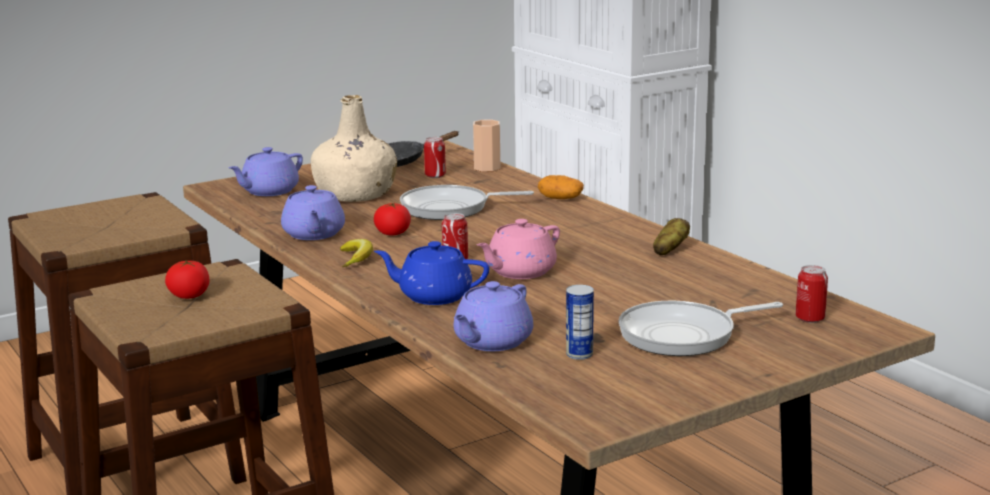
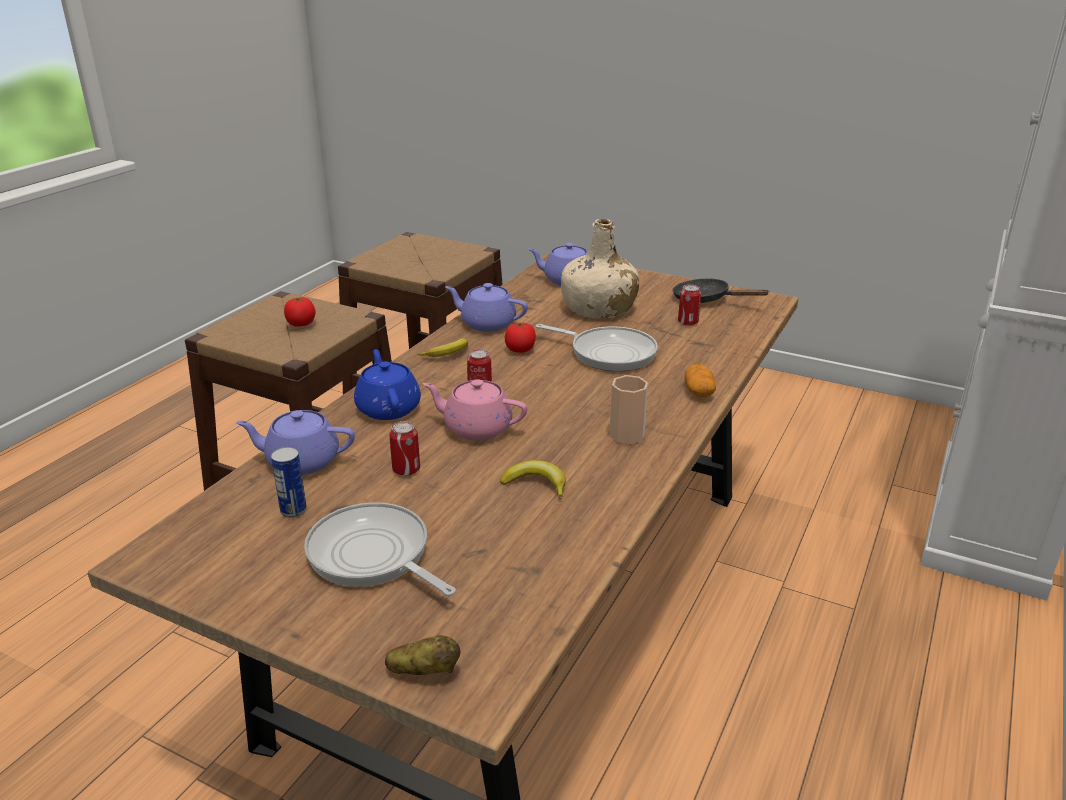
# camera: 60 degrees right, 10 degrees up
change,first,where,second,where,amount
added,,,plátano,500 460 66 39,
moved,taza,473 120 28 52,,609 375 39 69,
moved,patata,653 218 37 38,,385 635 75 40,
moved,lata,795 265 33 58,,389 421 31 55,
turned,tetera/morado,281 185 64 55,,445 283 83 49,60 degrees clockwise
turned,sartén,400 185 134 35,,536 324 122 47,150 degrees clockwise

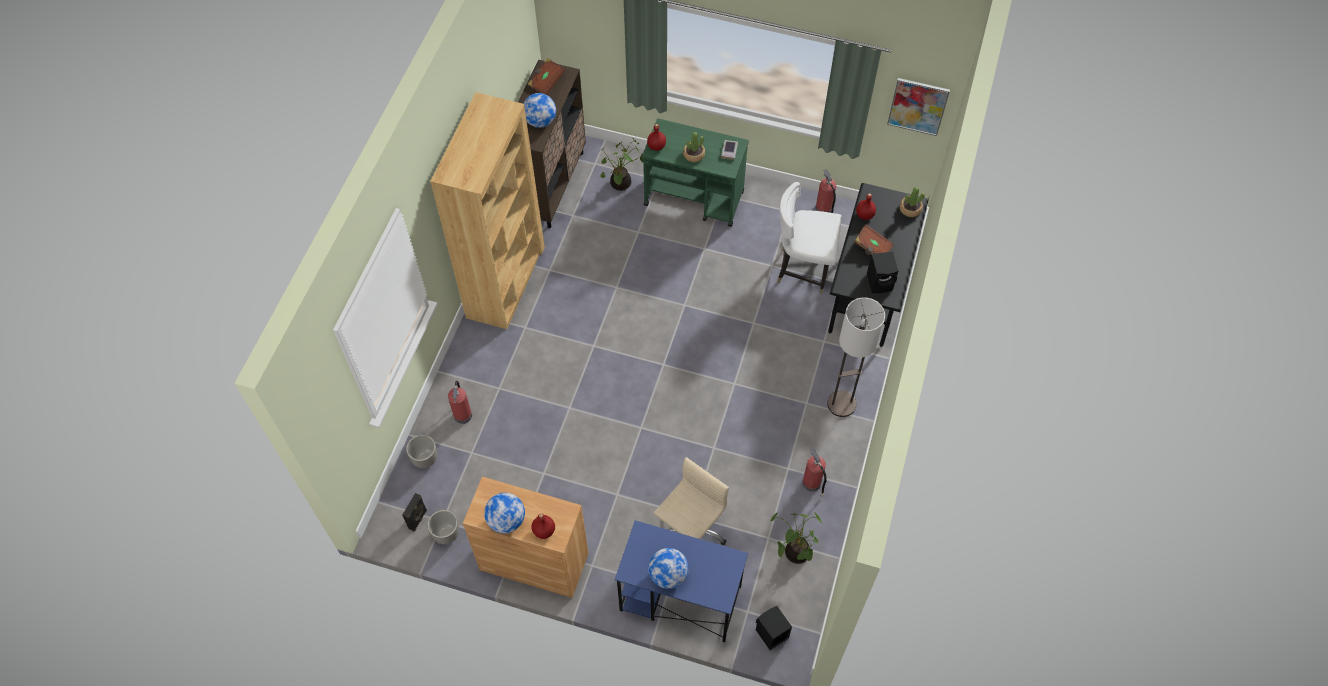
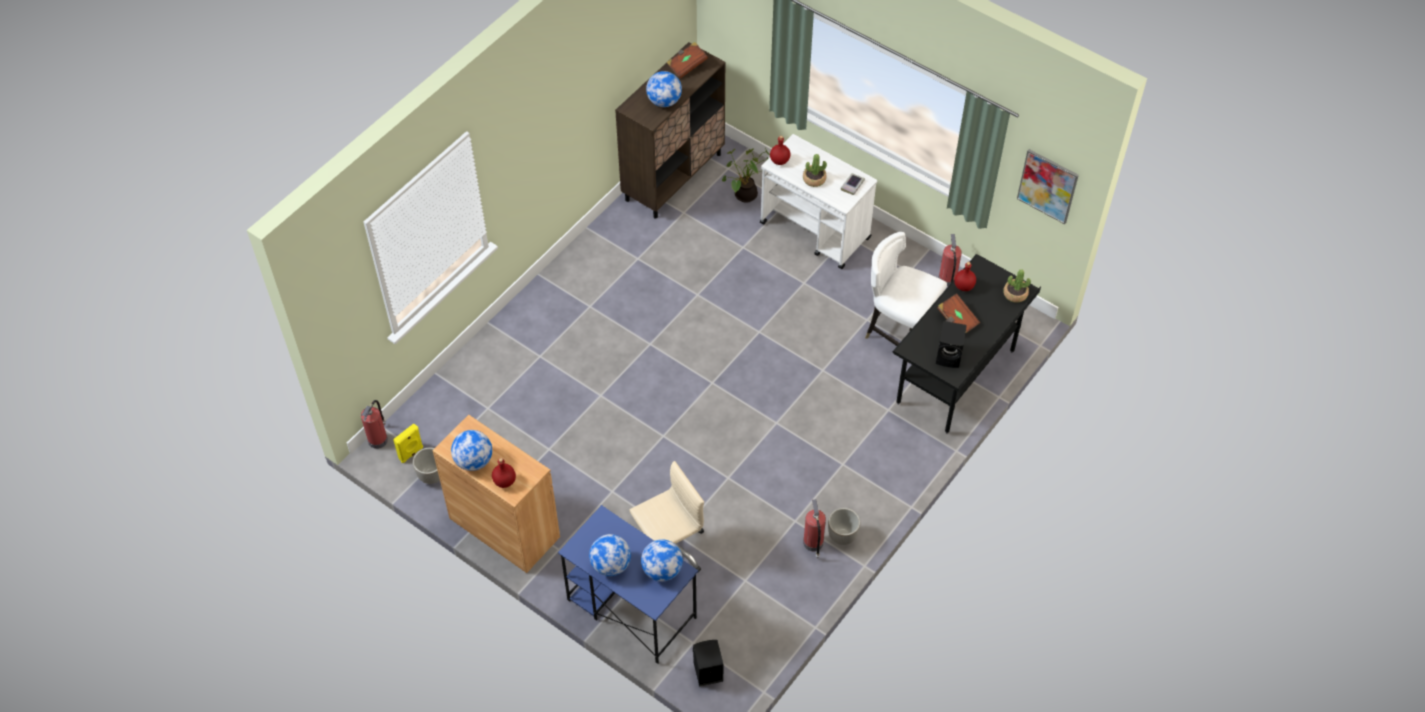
# camera: 20 degrees right, 5 degrees down
change,first,where,second,where,amount
removed,estantería/marrón,430 92 115 237,,,
removed,planta en maceta,770 512 52 52,,,
removed,lámpara de pie,827 298 58 119,,,
added,,,globo terráqueo,641 539 42 42,
moved,maceta,406 435 31 33,,828 508 32 37,
moved,extintor,448 381 24 43,,361 400 27 49,
recoloured,altavoz/negro,402 493 25 38,altavoz/amarillo,393 423 30 40,
recoloured,carrito/verde,642 119 107 108,carrito/blanco,760 134 117 135,

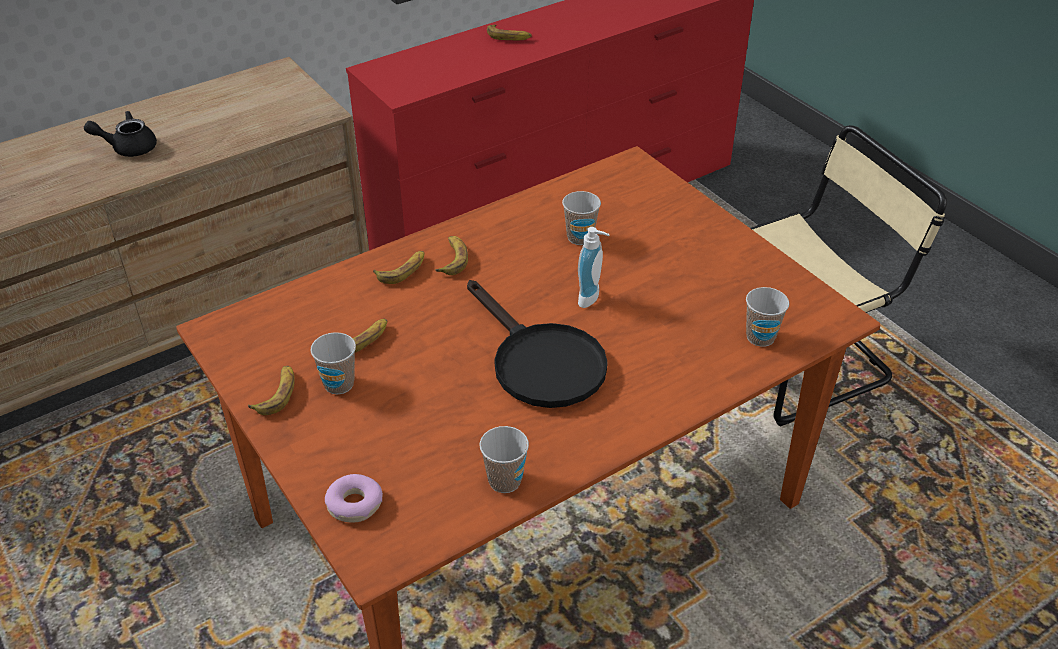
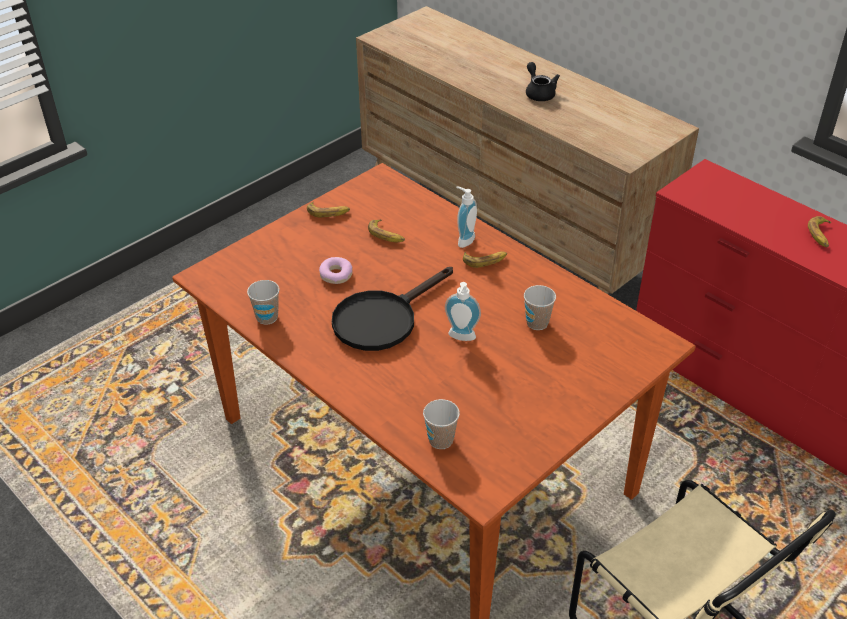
# camera: 80 degrees right, 0 degrees up
change,first,where,second,where,amount
removed,taza,311 332 45 63,,,
moved,rosquilla,325 474 58 49,,319 257 34 27,
replaced,plátano,373 251 51 33,dispensador de jabón,456 186 21 62,

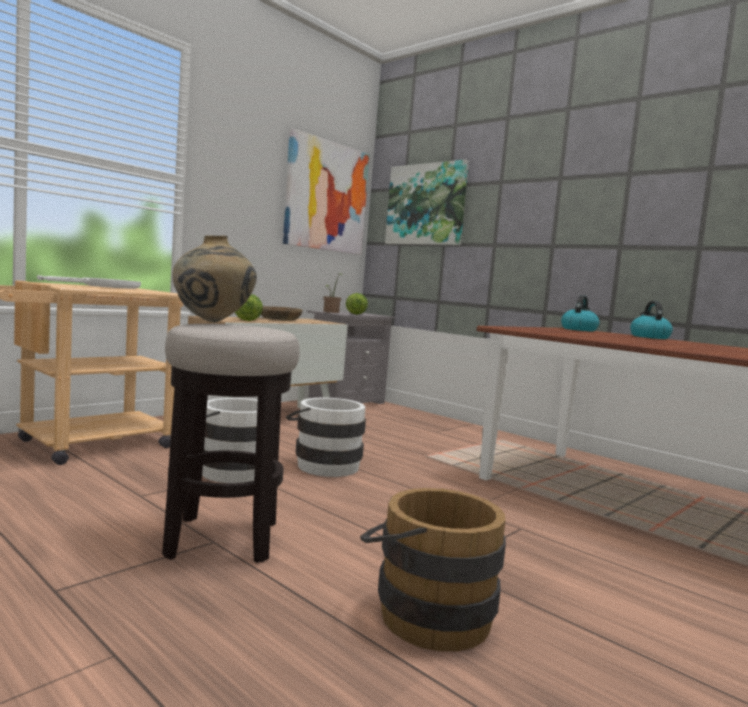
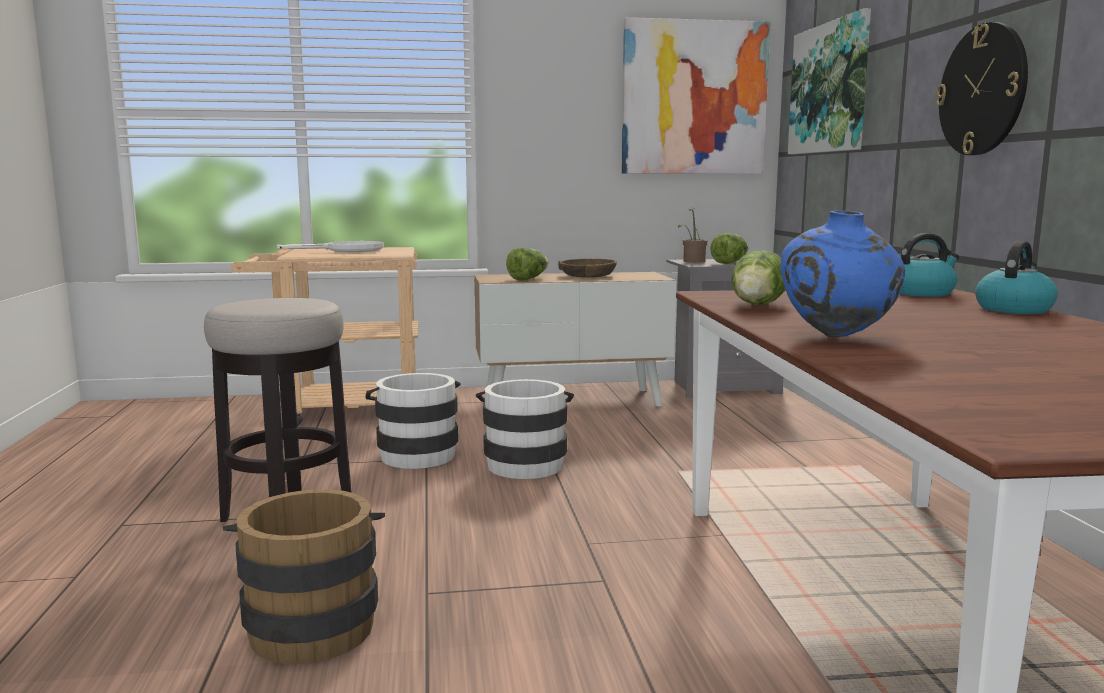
# camera: 40 degrees right, 5 degrees up
change,first,where,second,where,amount
removed,florero/beis,173 235 84 87,,,
added,,,lechuga,732 250 54 55,
added,,,florero/azul,780 211 125 126,
added,,,reloj de pared,936 22 92 133,

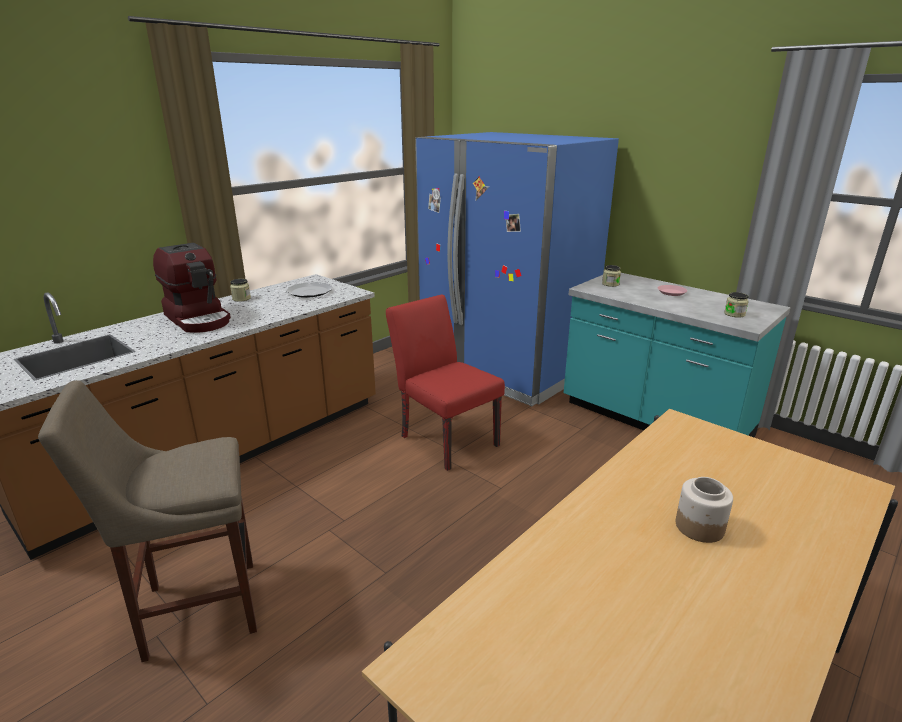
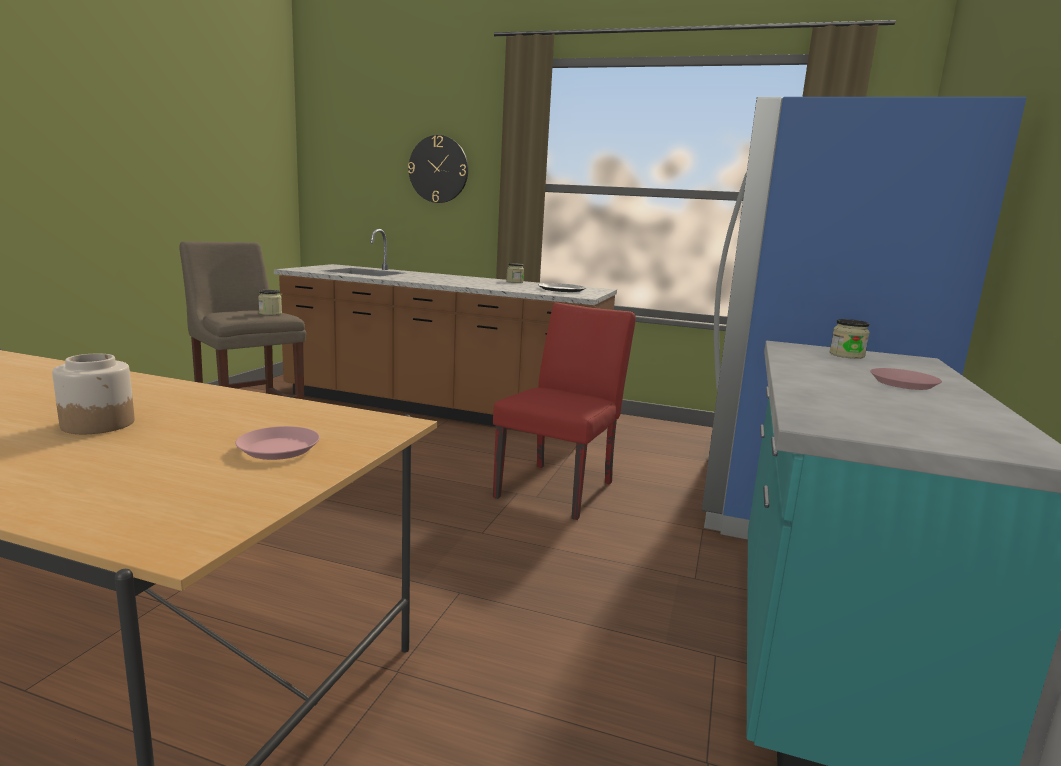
# camera: 65 degrees right, 10 degrees down
change,first,where,second,where,amount
removed,cafetera,153 243 78 90,,,
added,,,plato/rosa,235 426 85 34,
added,,,reloj de pared,408 135 60 68,
moved,tarro,724 292 25 26,,258 290 24 25,

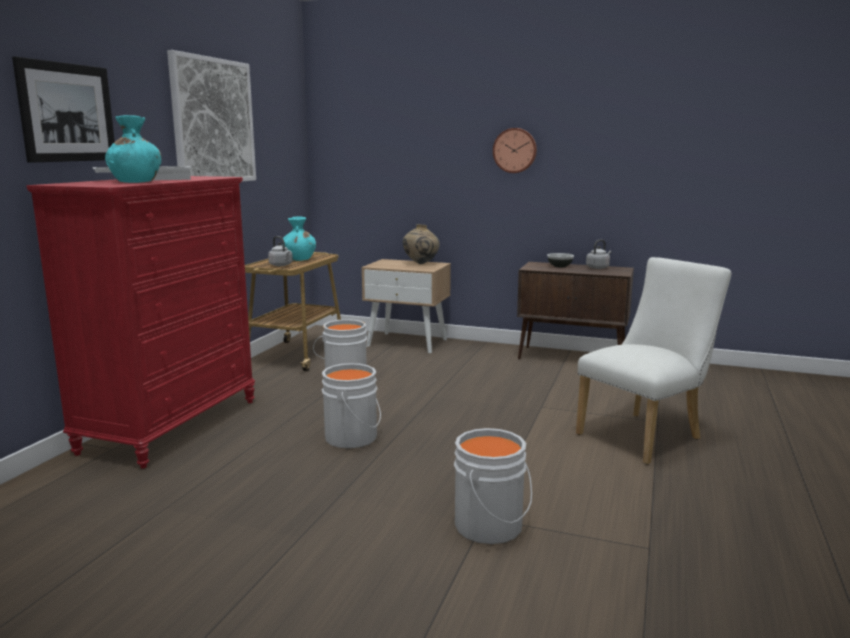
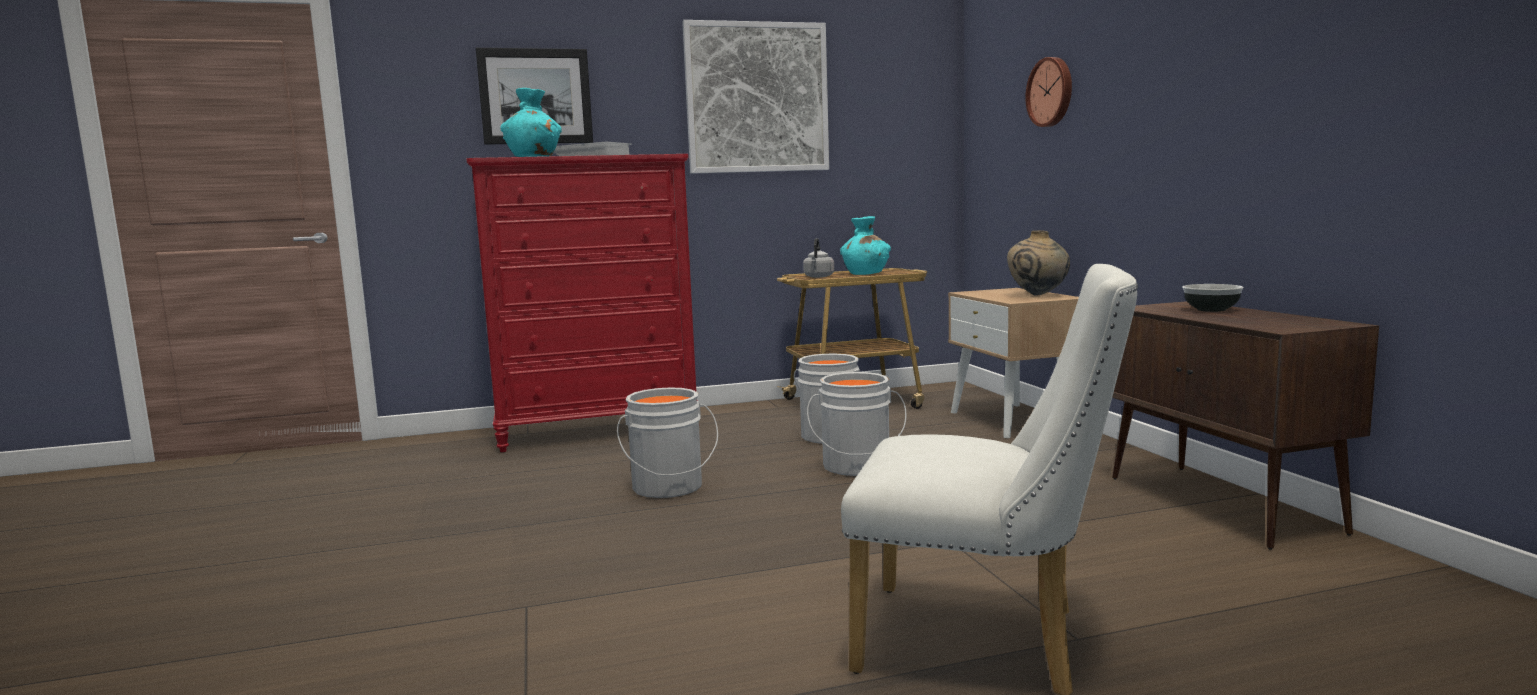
# camera: 55 degrees right, 5 degrees down
change,first,where,second,where,amount
removed,hervidor/gris,586 239 25 30,,,
moved,cubo/gris,454 428 78 116,,807 372 100 104,
moved,reloj de pared,493 128 44 45,,1025 57 47 70,

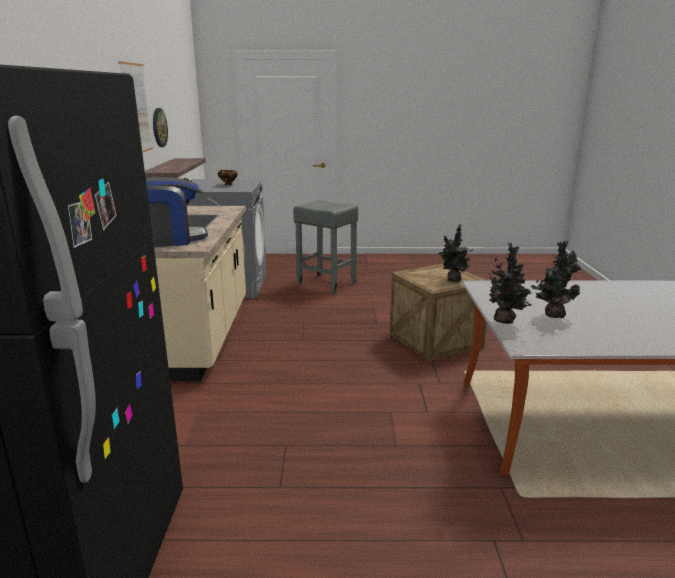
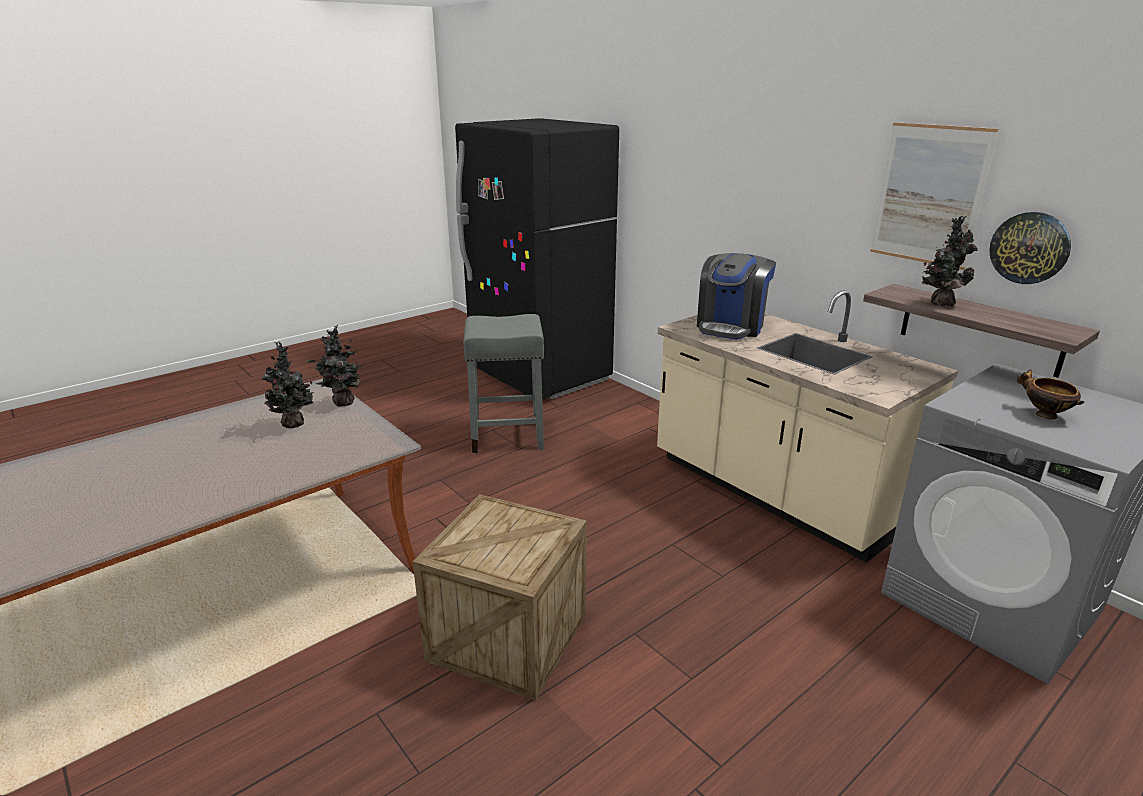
# camera: 140 degrees right, 5 degrees up
change,first,where,second,where,amount
moved,taburete/gris,293 200 65 94,,463 314 81 139,
moved,planta en maceta,438 224 35 58,,922 215 56 91,

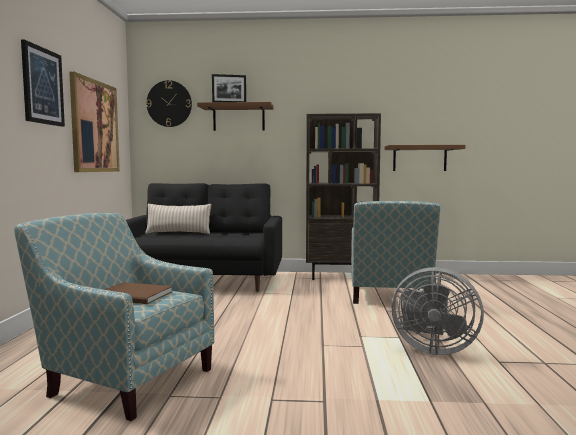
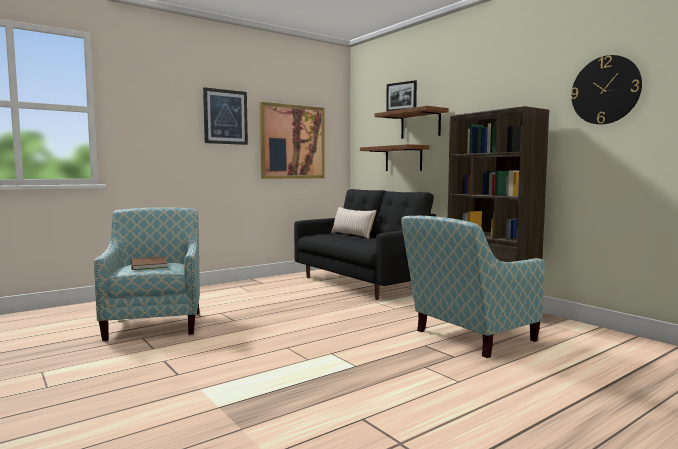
# camera: 50 degrees right, 0 degrees up
change,first,where,second,where,amount
removed,ventilador/gris,392 267 92 88,,,
moved,reloj de pared,146 80 46 47,,571 55 71 69,
moved,estante/marrón,384 145 81 26,,360 144 69 27,

